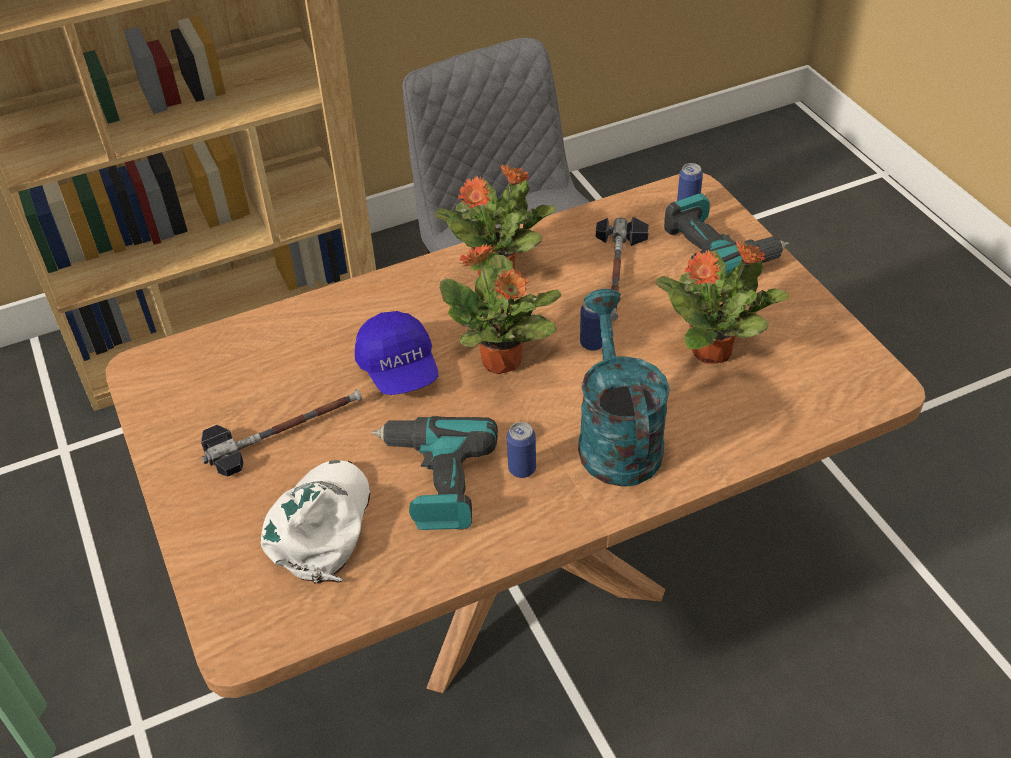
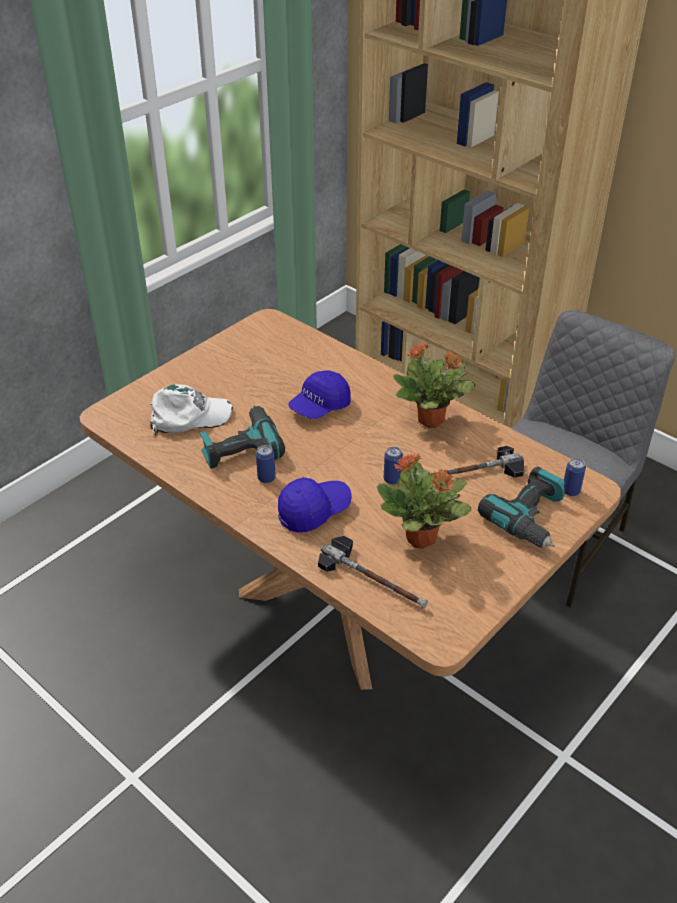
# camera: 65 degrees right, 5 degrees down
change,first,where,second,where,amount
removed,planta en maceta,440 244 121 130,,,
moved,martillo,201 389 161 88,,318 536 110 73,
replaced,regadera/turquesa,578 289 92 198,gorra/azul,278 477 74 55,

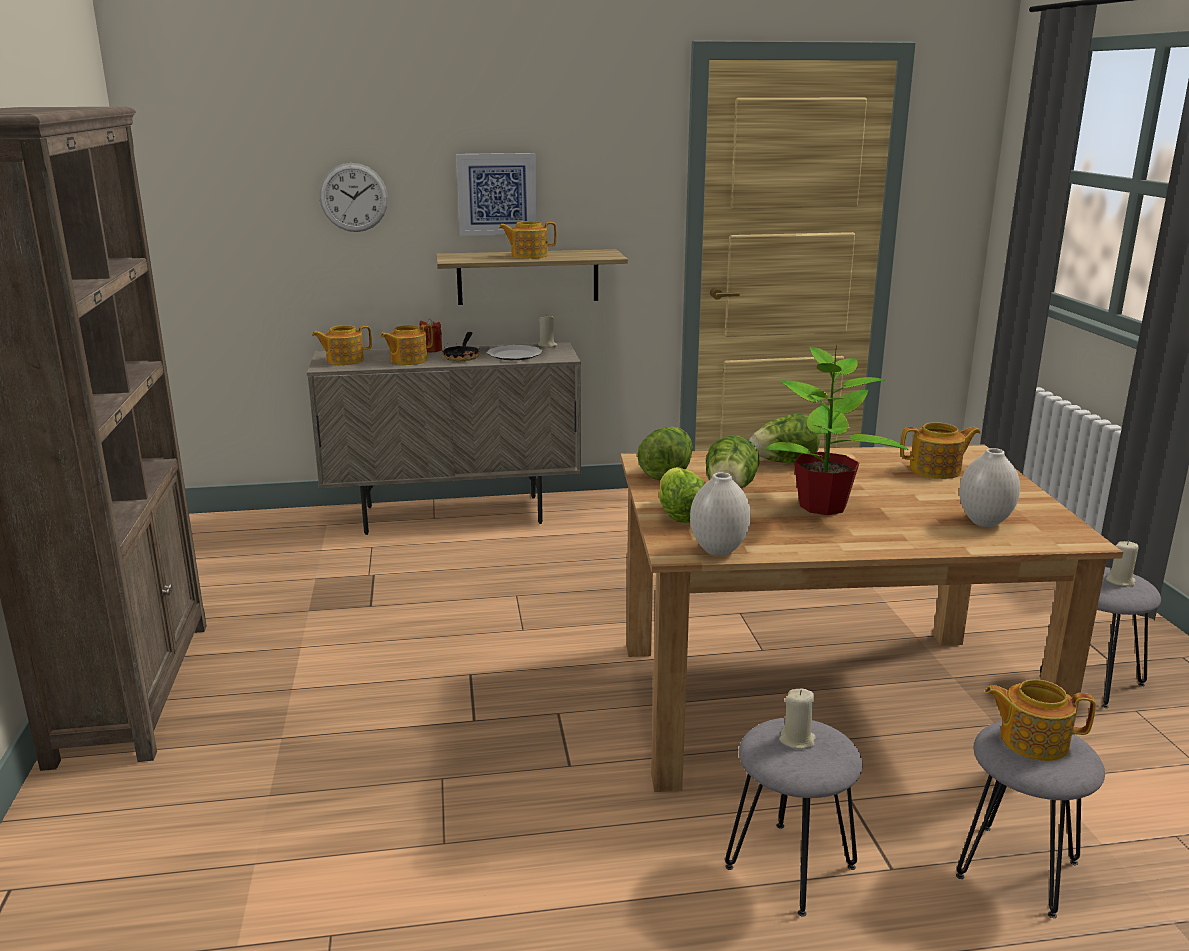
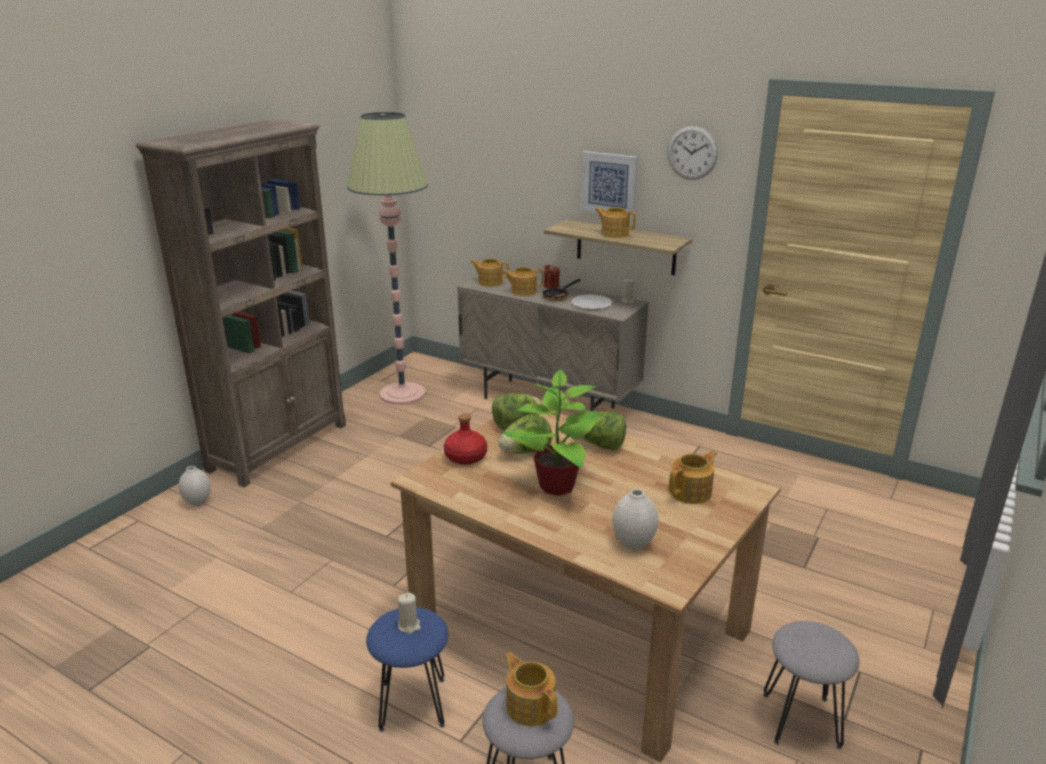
# camera: 40 degrees right, 5 degrees up
change,first,where,second,where,amount
removed,vela/beis,1106 541 32 46,,,
added,,,lámpara de pie,347 112 81 293,
moved,reloj de pared,319 163 69 69,,667 126 51 54,
moved,florero/blanco,690 472 61 84,,179 466 32 40,
replaced,lechuga,659 467 46 56,botella/rojo,444 414 43 51,
recoloured,taburete/gris,725 718 137 198,taburete/azul,366 607 82 125,
turned,tetera,900 423 81 56,,669 451 48 53,75 degrees counterclockwise

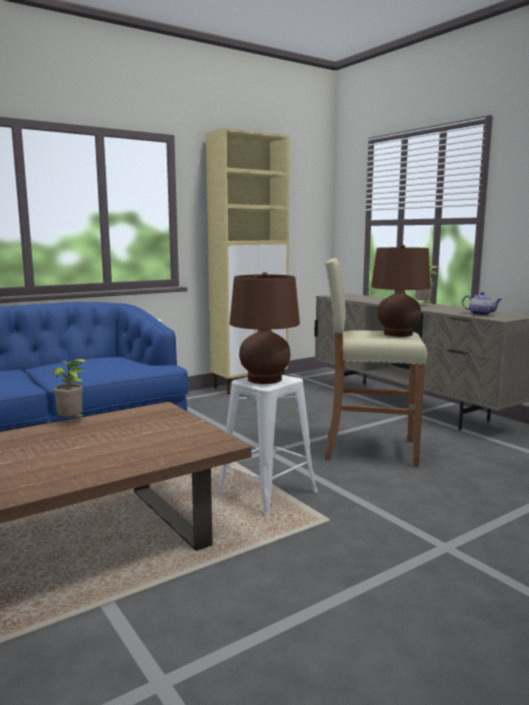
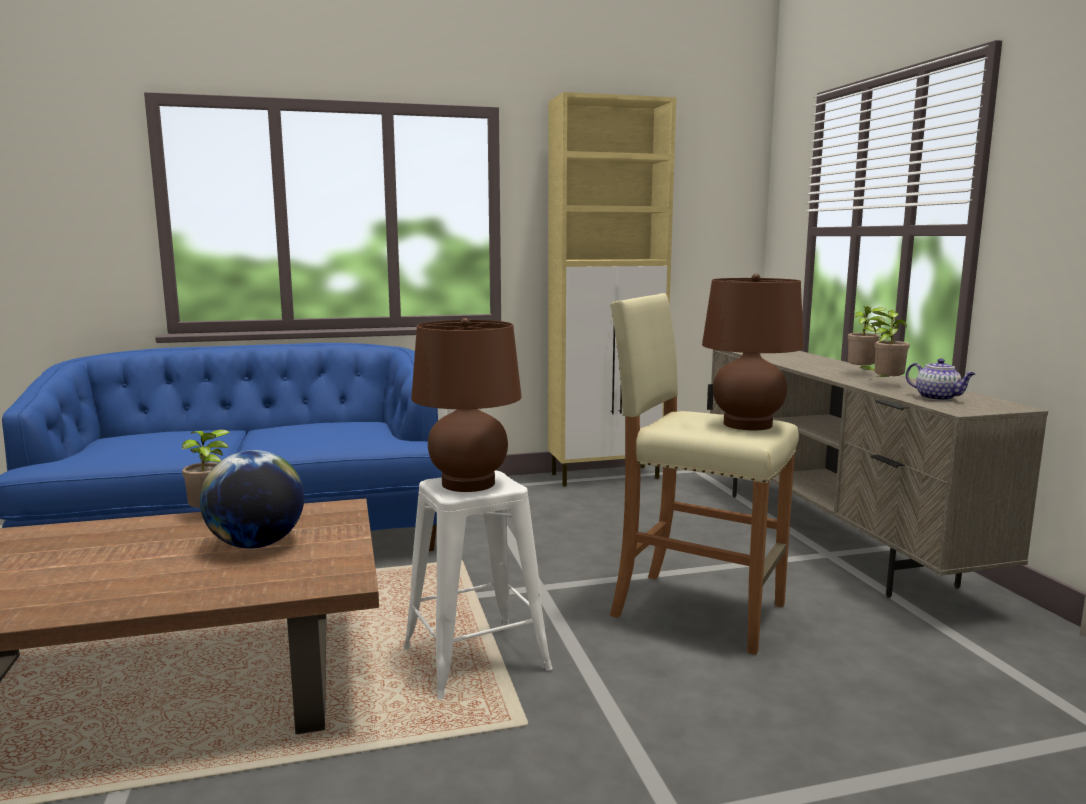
# camera: 20 degrees right, 0 degrees up
change,first,where,second,where,amount
added,,,globo terráqueo,200 450 104 99,
added,,,planta en maceta,870 310 40 70,

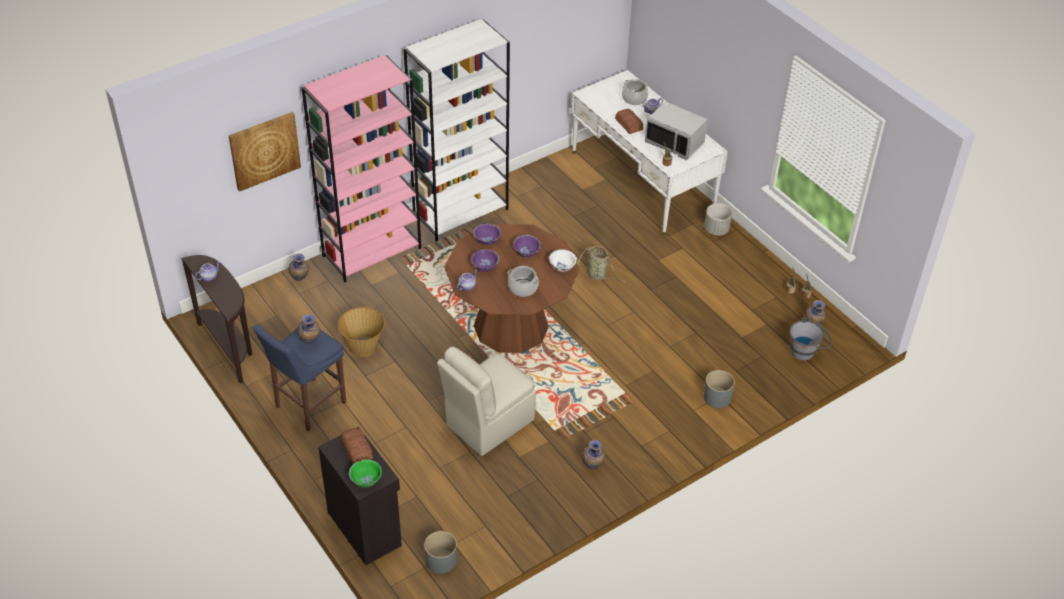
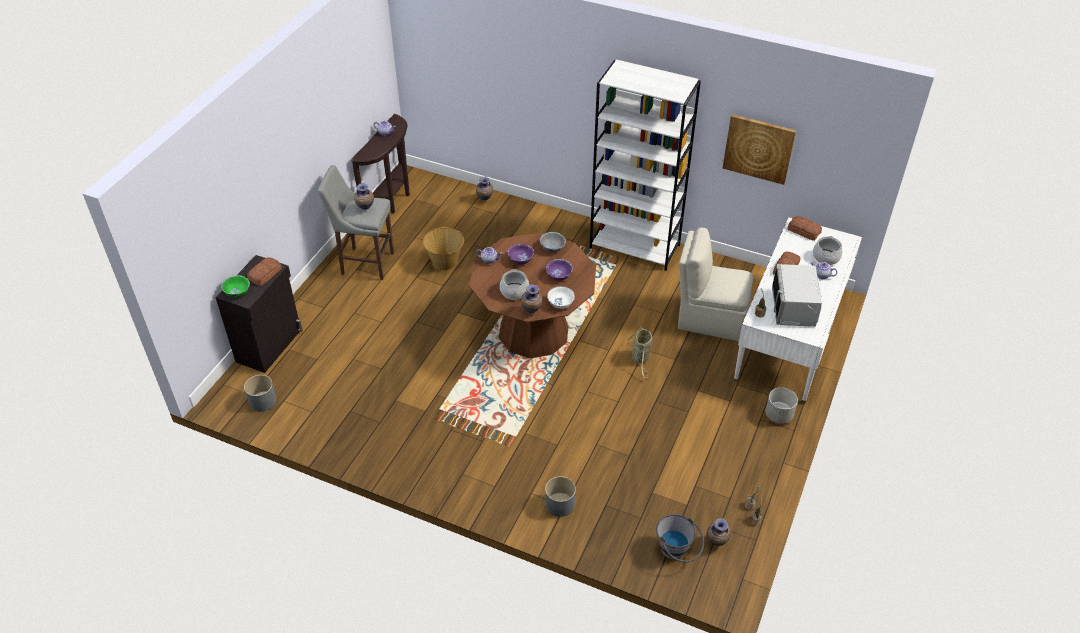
# camera: 60 degrees right, 0 degrees up
change,first,where,second,where,amount
removed,estantería/rosa,301 55 120 228,,,
added,,,pan,787 216 35 25,
moved,cuadro,229 112 72 80,,723 114 73 71,
moved,silla/beis,437 347 99 109,,678 227 75 114,
moved,florero,582 440 23 29,,521 285 21 28,
recoloured,taburete/azul,254 324 92 108,taburete/gris,318 165 76 115,
recoloured,cuenco/morado,474 224 27 21,cuenco/gris,540 232 26 21,

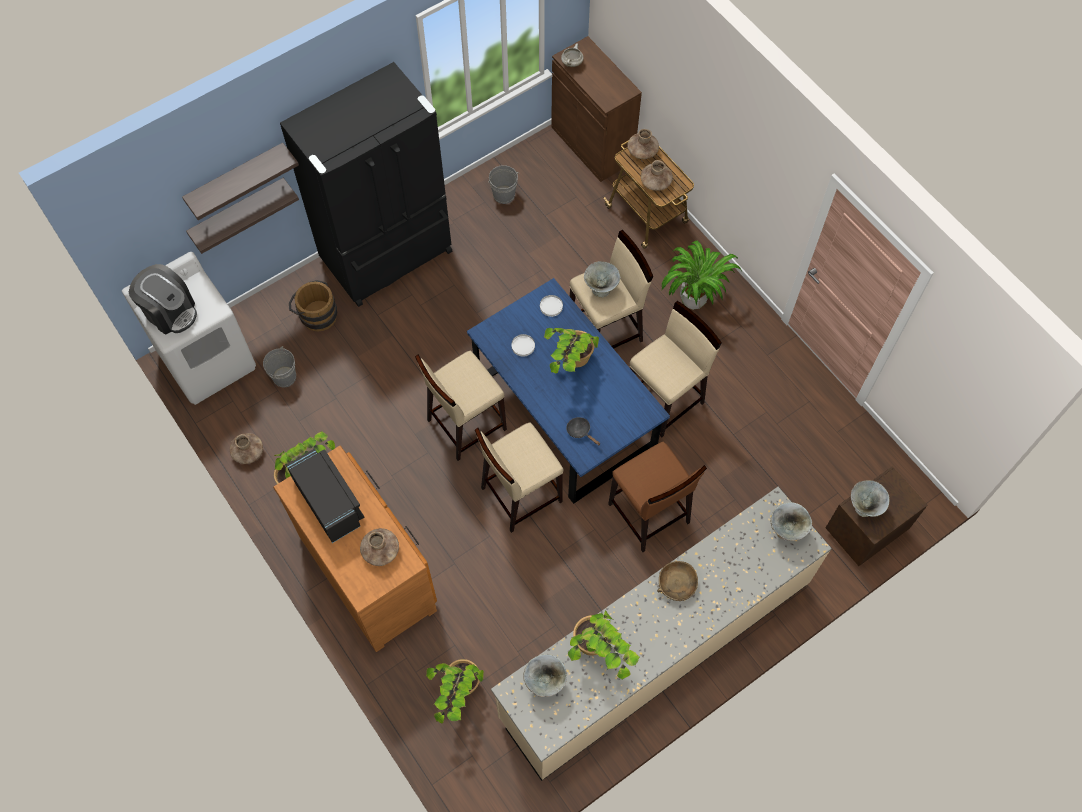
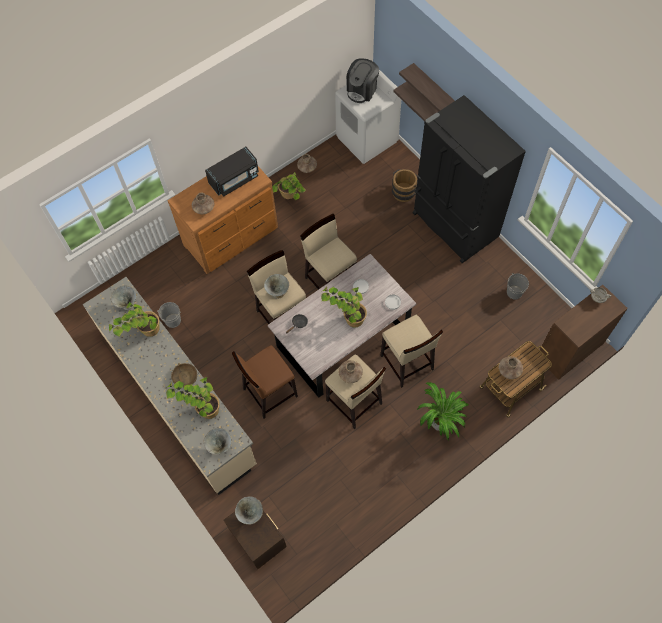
# camera: 90 degrees right, 0 degrees up
change,first,where,second,where,amount
moved,cubo/gris,263 346 33 41,,158 302 23 26,
moved,planta en maceta,426 659 58 64,,166 377 54 42,
moved,cuenco/gris,584 261 36 36,,264 274 25 25,
moved,florero/marrón,627 129 32 30,,338 360 25 23,
recoloured,mesa de comedor/azul,467 278 203 226,mesa de comedor/gris,268 254 148 144,

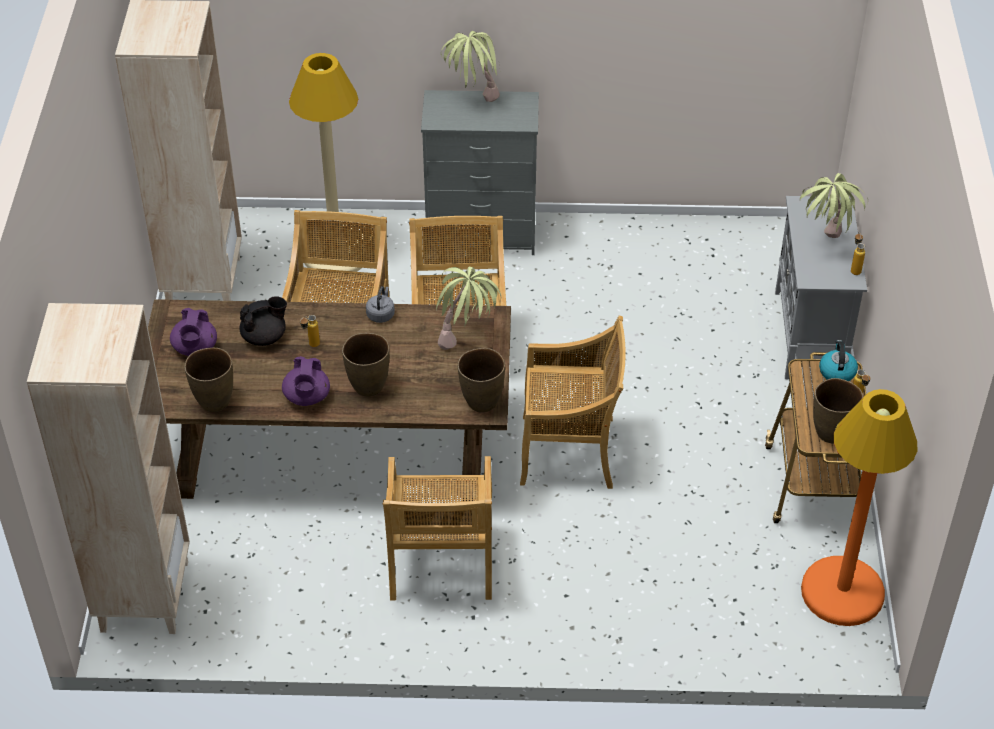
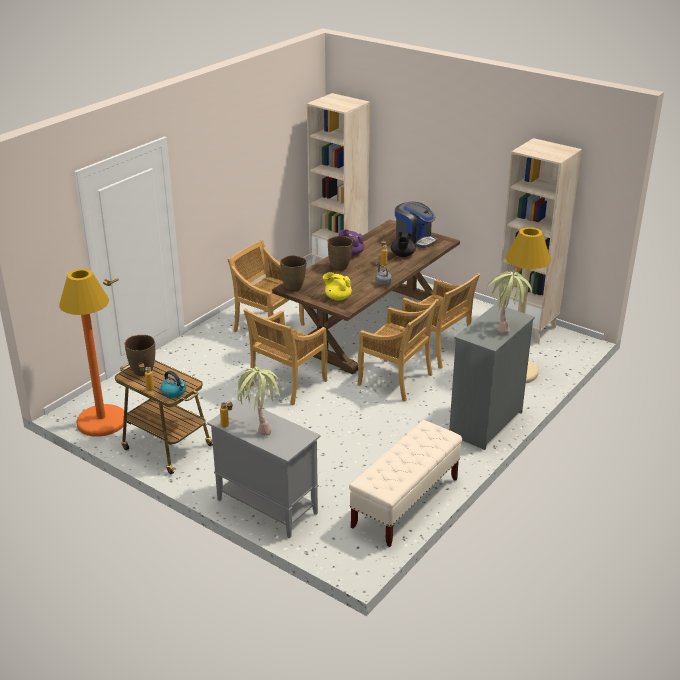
# camera: 125 degrees right, 15 degrees down
change,first,where,second,where,amount
removed,florero/marrón,184 348 49 64,,,
added,,,banco/beis,349 420 113 127,
replaced,tetera/morado,170 308 47 48,cafetera,395 202 42 46,
replaced,planta en maceta,436 267 65 83,tetera/amarillo,323 272 29 29,

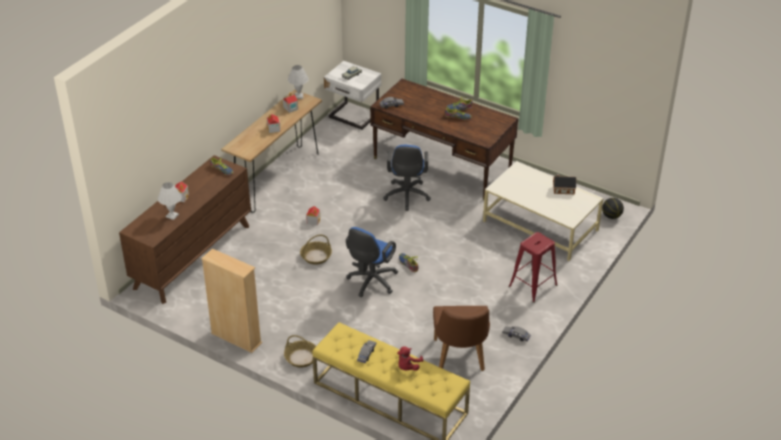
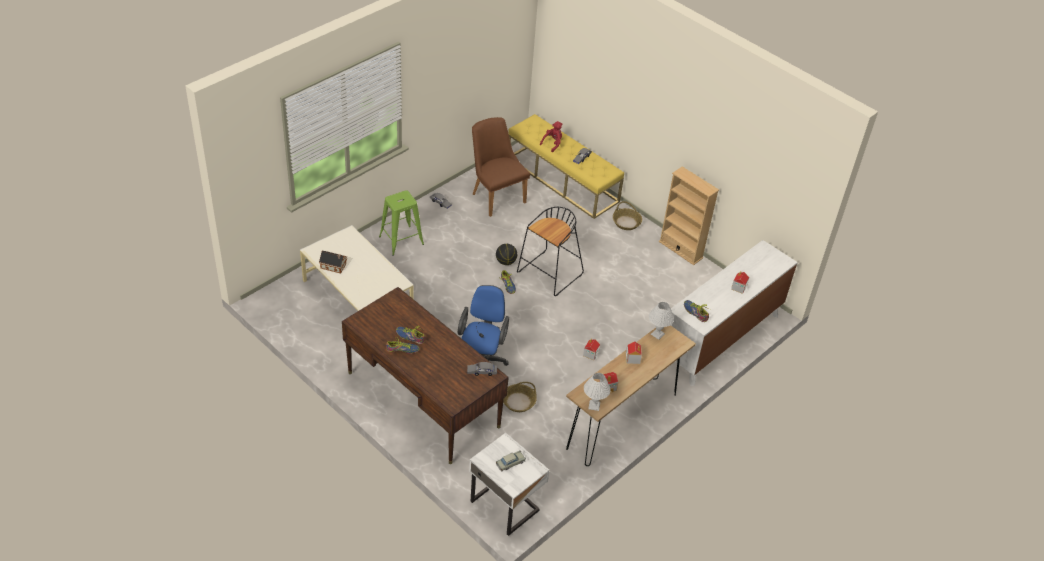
# camera: 170 degrees left, 5 degrees up
change,first,where,second,where,amount
moved,lámpara de mesa/blanco,158 182 24 38,,649 302 25 38,
moved,cesta,300 235 32 30,,503 382 34 30,
moved,balón de baloncesto,602 198 22 21,,496 244 21 21,
replaced,silla de oficina/azul,346 227 52 70,taburete/negro,517 207 67 89,
recoloured,cómoda/marrón,119 155 132 149,cómoda/blanco,671 240 127 146,
recoloured,taburete/rojo,509 232 48 71,taburete/verde,379 190 45 66,
turned,silla/marrón,433 306 57 65,,472 117 58 100,45 degrees counterclockwise

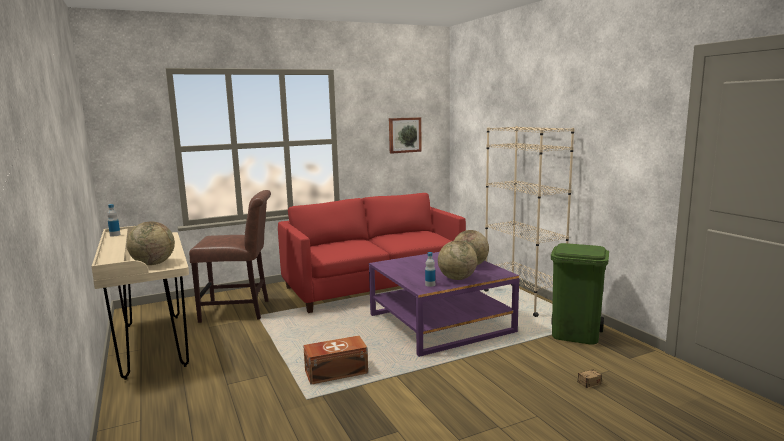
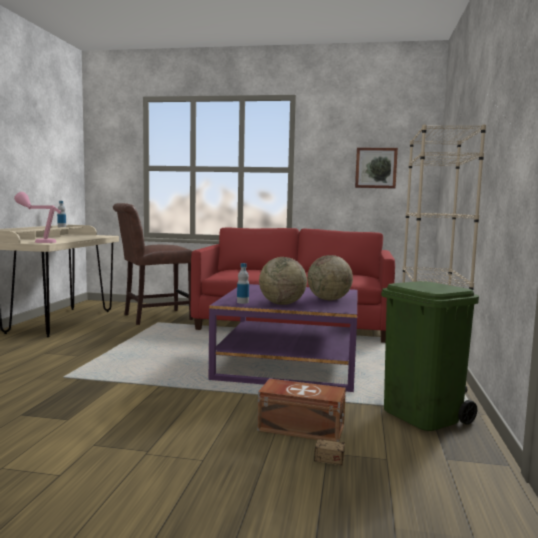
# camera: 35 degrees right, 5 degrees down
change,first,where,second,where,amount
moved,caja de almacenaje/marrón,303 336 65 49,,257 379 89 63,
replaced,globo terráqueo,127 221 48 44,lámpara de mesa/rosa,14 192 47 51,
turned,silla/marrón,189 190 82 133,,113 203 80 122,120 degrees clockwise

